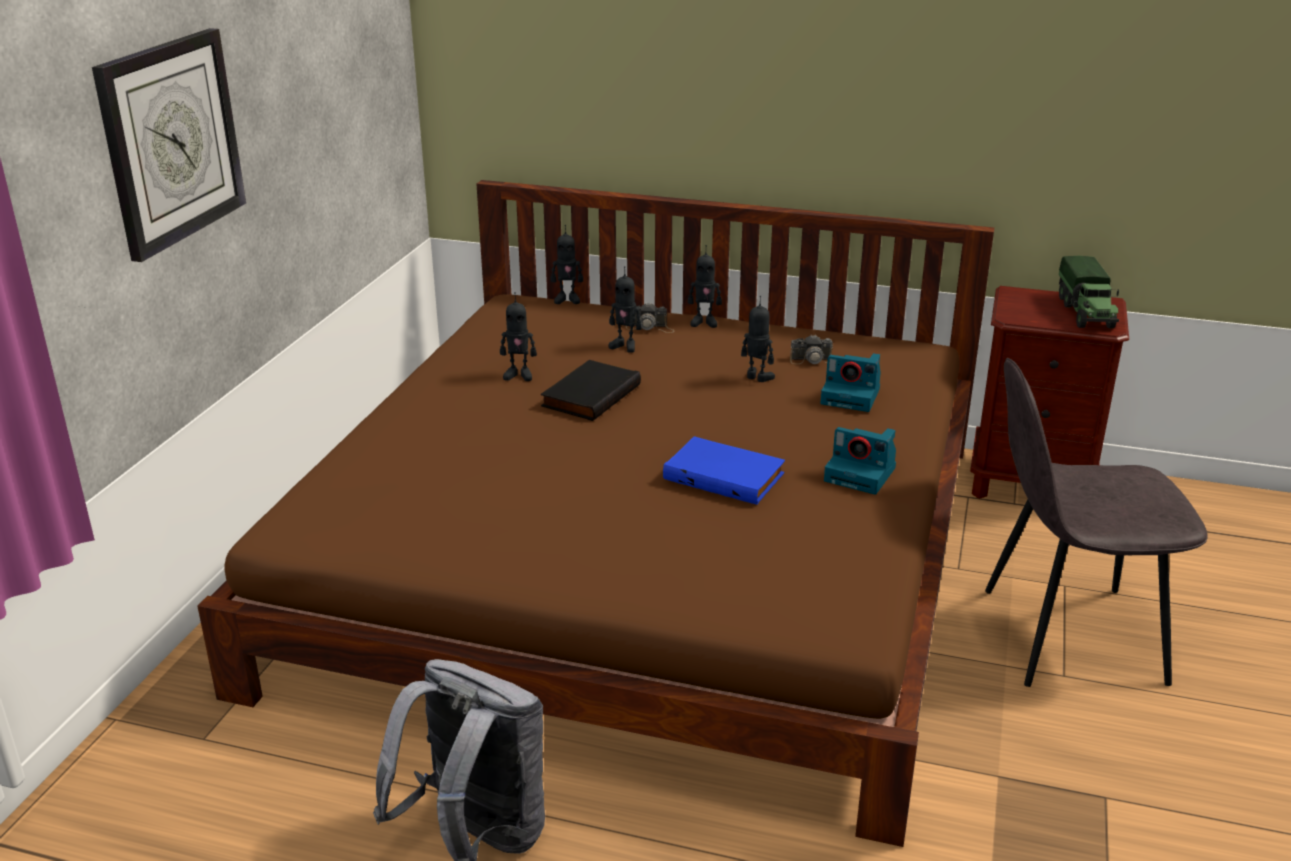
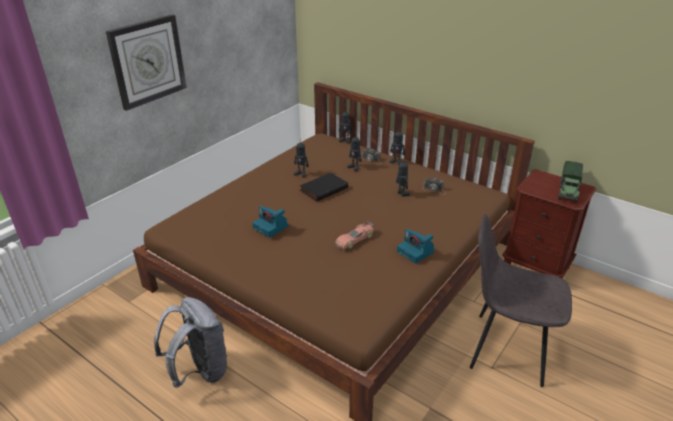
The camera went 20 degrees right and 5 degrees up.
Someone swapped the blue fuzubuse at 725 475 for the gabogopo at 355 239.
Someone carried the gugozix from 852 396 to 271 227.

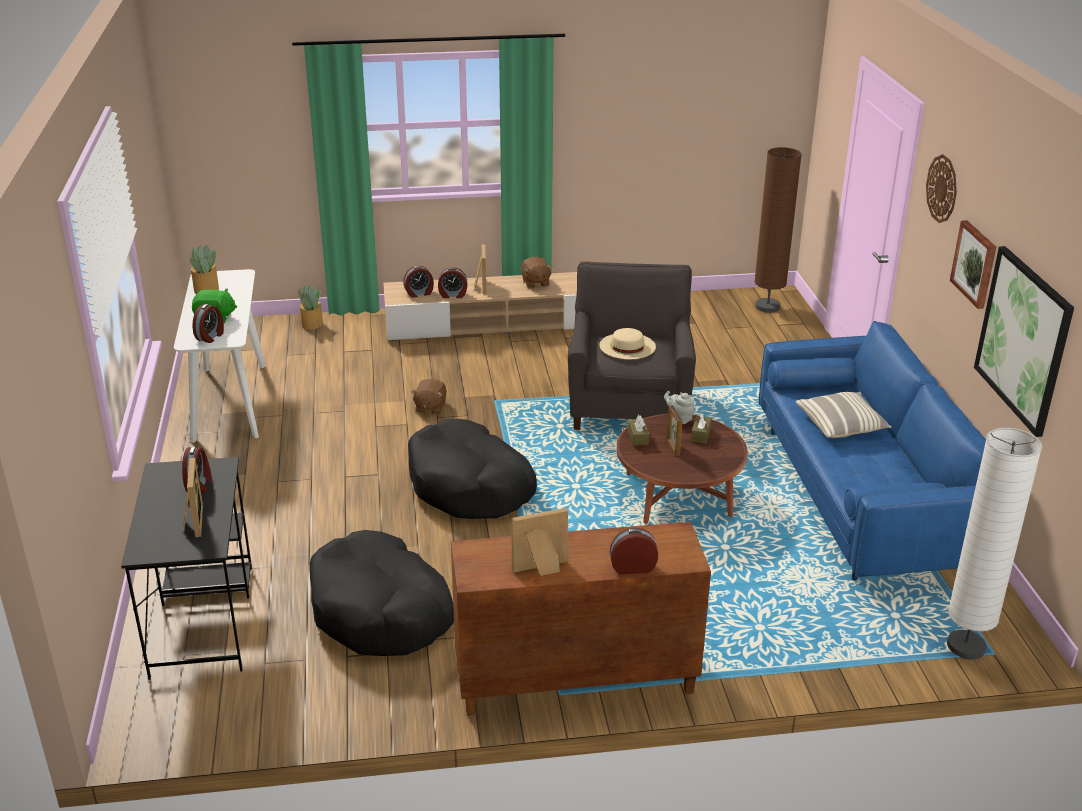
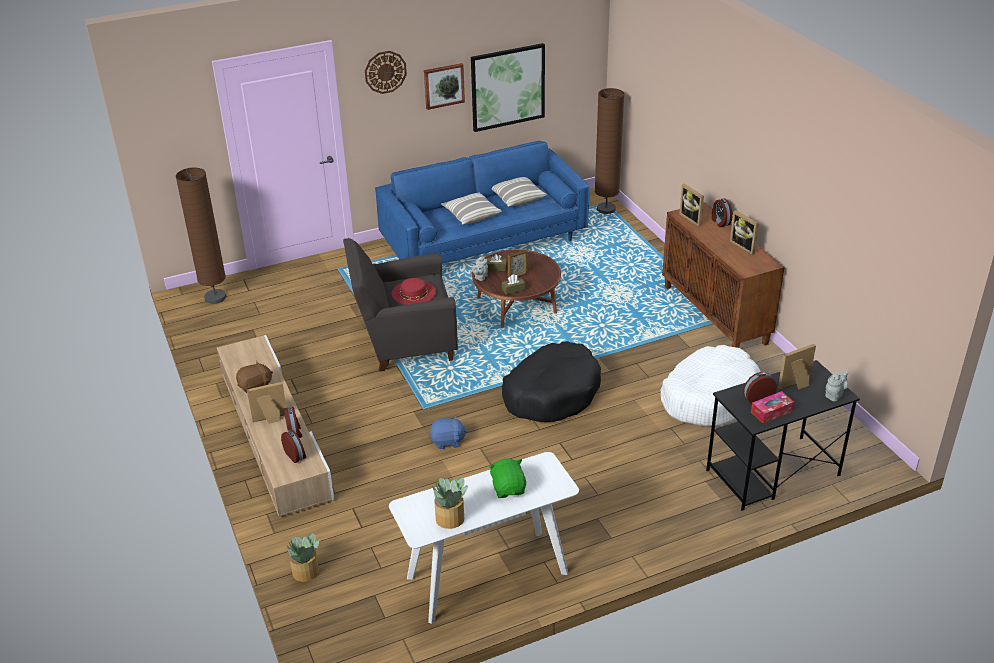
The camera went 105 degrees left and 5 degrees up.
Someone took away the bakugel at 210 337.
Someone repainted the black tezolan at 381 611, which became the white tezolan at 709 397.
Someone repainted the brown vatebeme at 430 407, which became the blue vatebeme at 448 441.
Someone repainted the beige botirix at 627 346, which became the red botirix at 413 292.
Someone repainted the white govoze at 965 647, which became the brown govoze at 606 209.
Someone put down the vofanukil at 517 198.
Someone put down the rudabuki at 692 219.
Someone put down the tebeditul at 771 412.
Someone put down the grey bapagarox at 834 395.

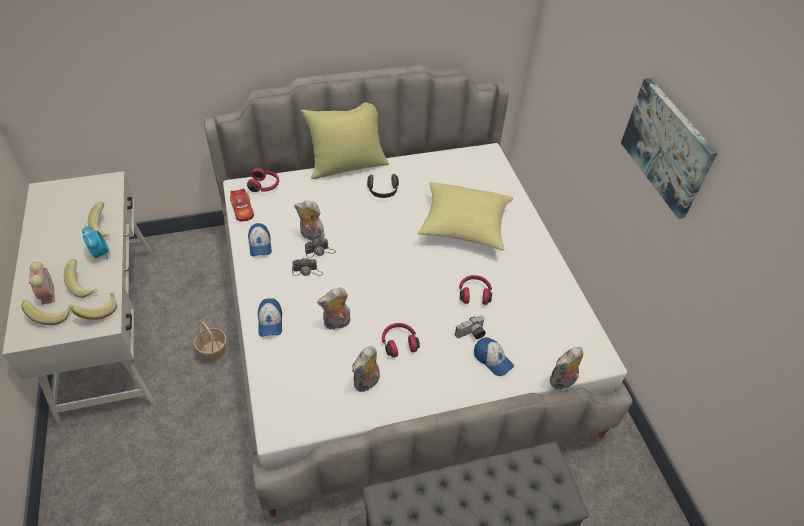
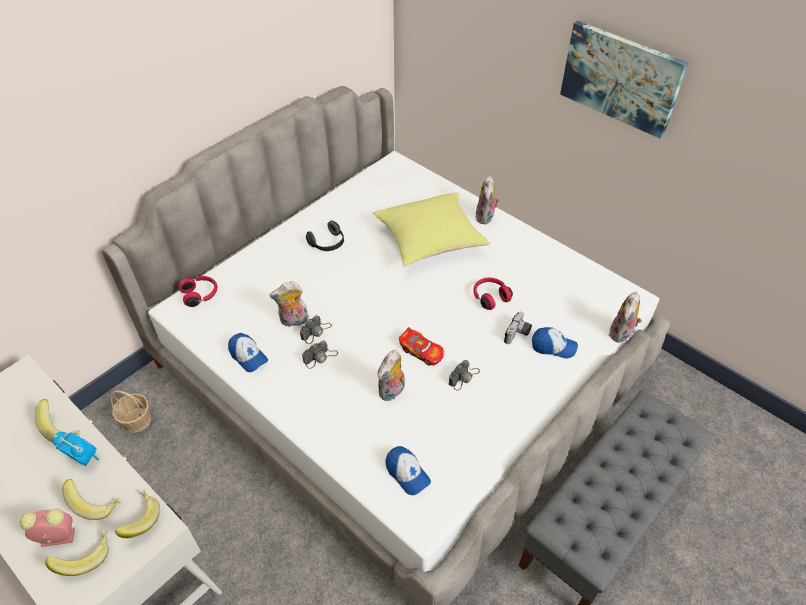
The camera went 30 degrees left and 0 degrees up.
Someone rotated the bakugel at 47 293 by 45 degrees counterclockwise.
Someone carried the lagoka from 213 352 to 136 420.
Someone carried the gabogopo from 242 210 to 422 351.
Someone carried the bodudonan from 270 322 to 407 473.
Someone took away the yellow vofanukil at 347 165.
Someone carried the vatebeme from 367 383 to 486 217.
Someone swapped the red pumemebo at 399 343 for the gugozix at 464 377.

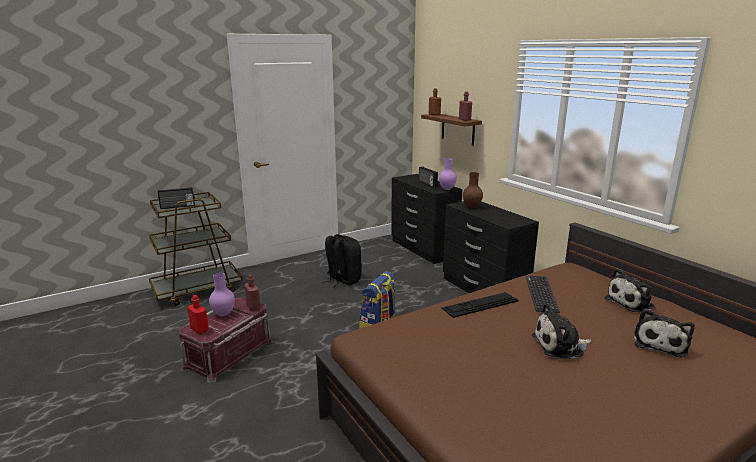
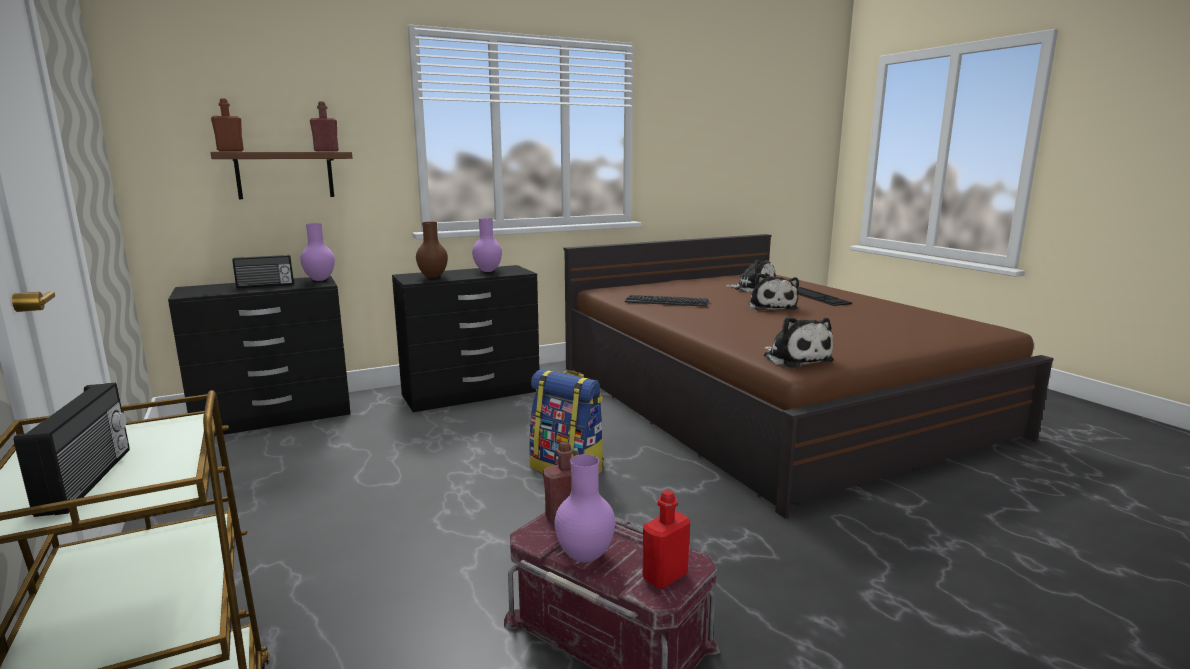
The camera went 85 degrees left and 5 degrees down.
Someone took away the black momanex at 342 280.
Someone carried the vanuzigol from 480 304 to 816 296.
Someone carried the vatebeme from 631 302 to 795 358.
Someone put down the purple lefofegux at 488 271.

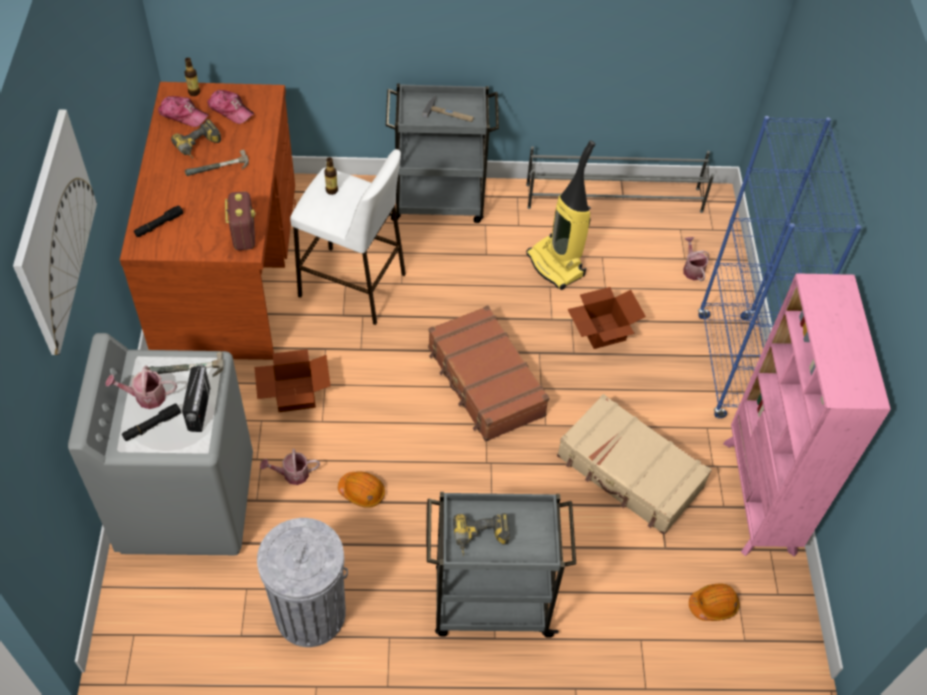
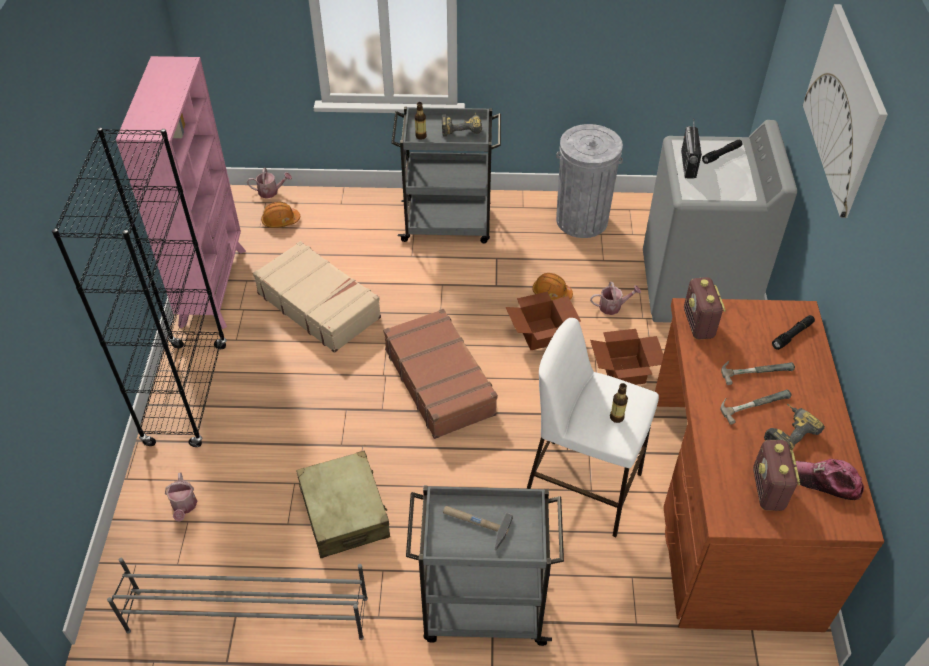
The camera went 175 degrees left and 5 degrees down.
Someone carried the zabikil from 146 397 to 271 192.
Someone carried the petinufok from 187 372 to 755 369.
Someone carried the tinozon from 194 92 to 421 136.
Someone swapped the bodudonan at 230 110 for the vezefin at 768 490.
Someone swapped the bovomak at 556 265 for the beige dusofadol at 344 512.
Someone carried the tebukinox from 601 331 to 542 334.
Someone repainted the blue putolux at 732 367, which became the black putolux at 187 394.

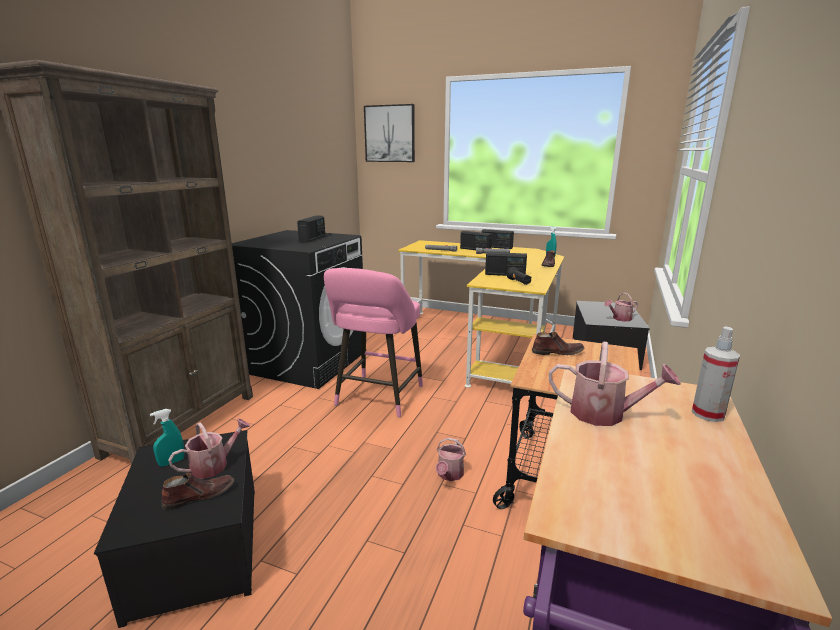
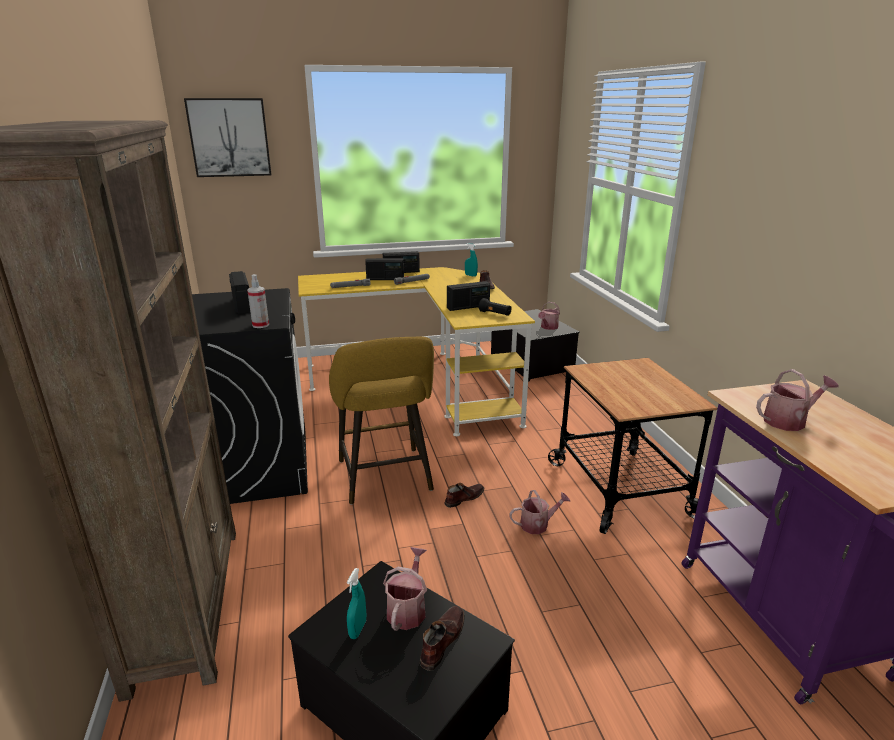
The camera went 35 degrees left and 5 degrees up.
Someone repainted the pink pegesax at 377 398, which became the yellow pegesax at 386 479.
Someone rotated the zabikil at 449 475 by 90 degrees counterclockwise.
Someone carried the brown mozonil from 557 352 to 464 498.
Someone carried the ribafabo from 708 414 to 260 325.

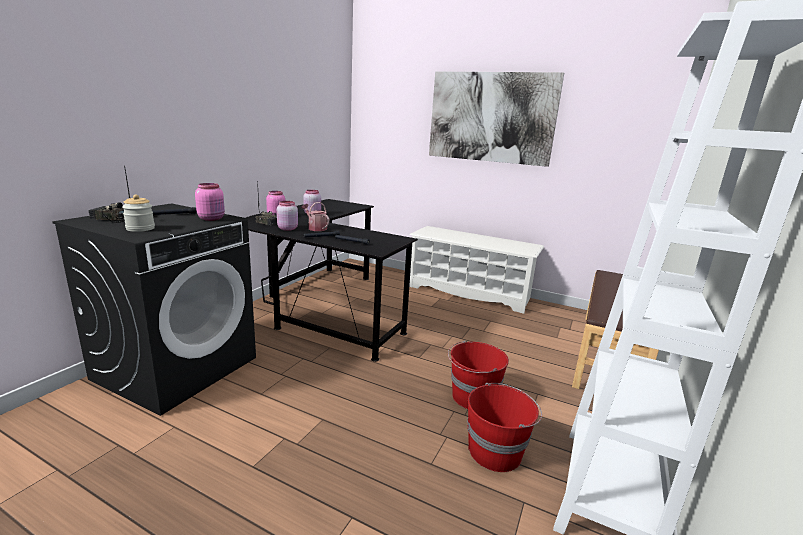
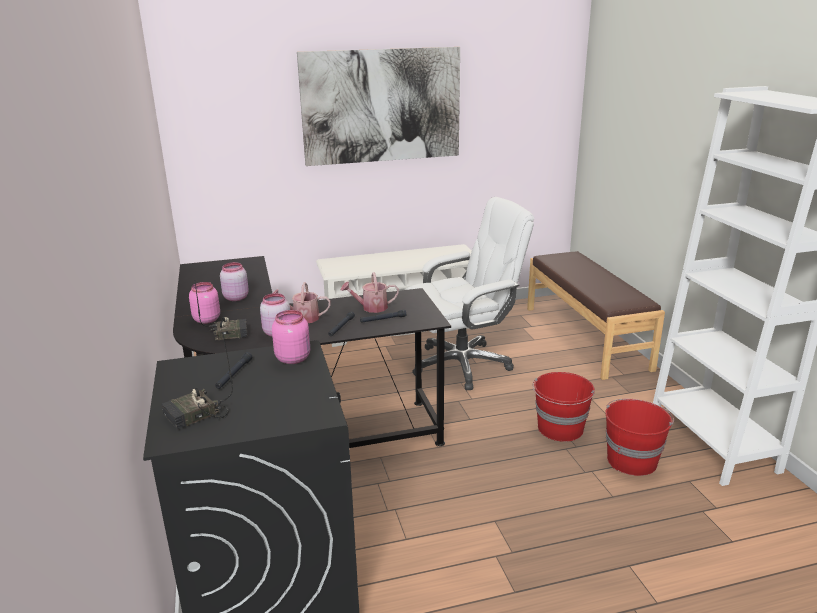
The camera went 40 degrees left and 5 degrees up.
Someone took away the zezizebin at 140 228.
Someone put down the zabikil at 371 308.
Someone put down the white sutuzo at 462 364.

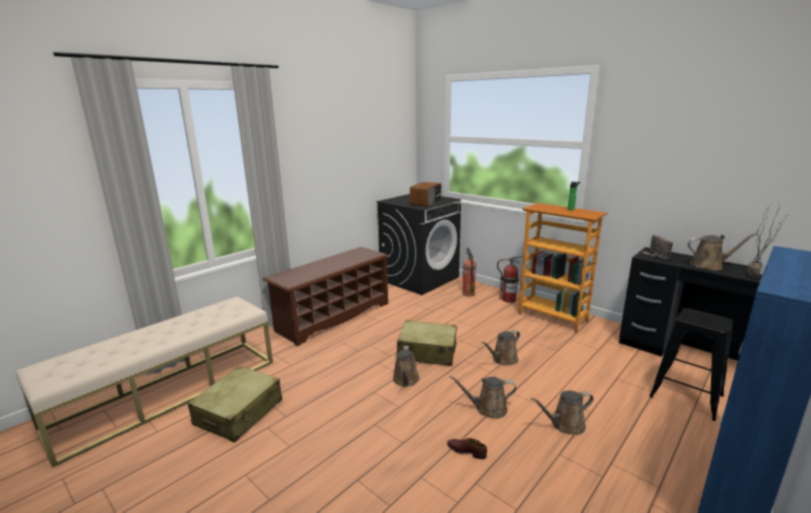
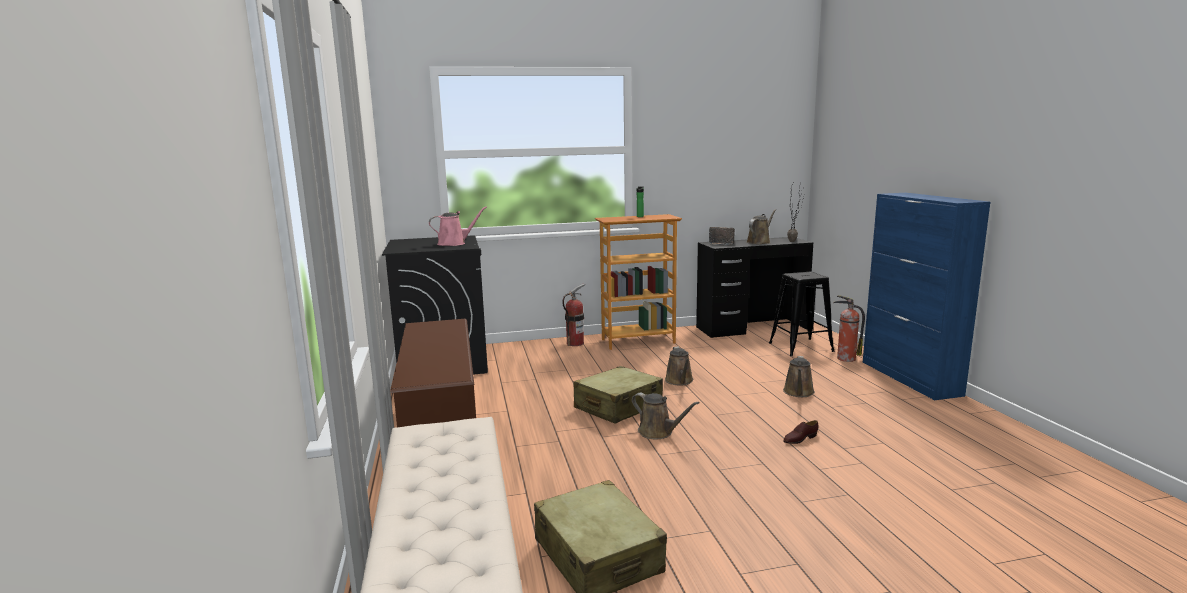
The camera went 55 degrees left and 5 degrees down.
Someone swapped the vezefin at 426 203 for the pink zabikil at 454 243.
Someone took away the brown zabikil at 488 409.
Someone carried the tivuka from 468 293 to 845 358.

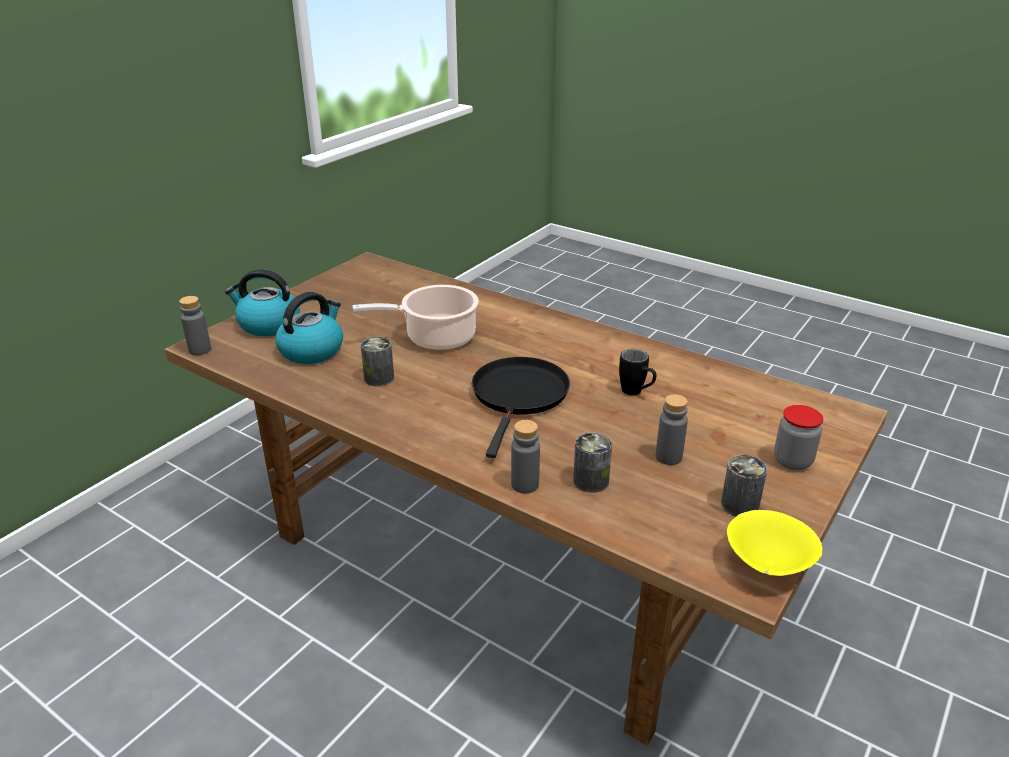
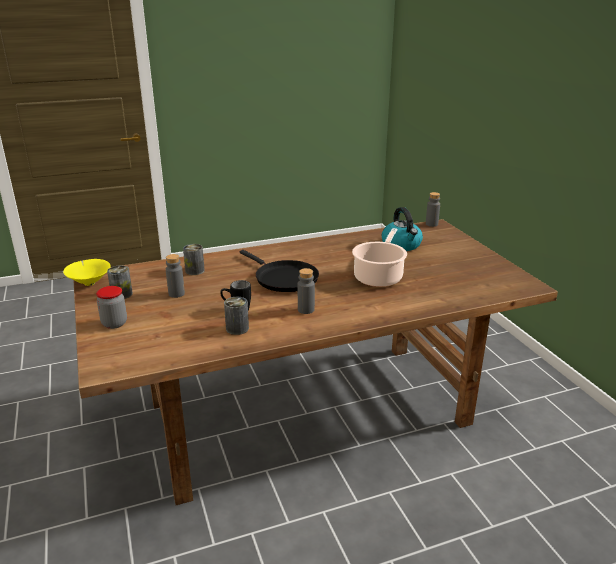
The camera went 125 degrees right and 5 degrees down.
Someone took away the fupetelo at 268 325.
Someone carried the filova from 379 378 to 237 328.
Someone carried the grey tinozon from 525 484 to 306 310.

